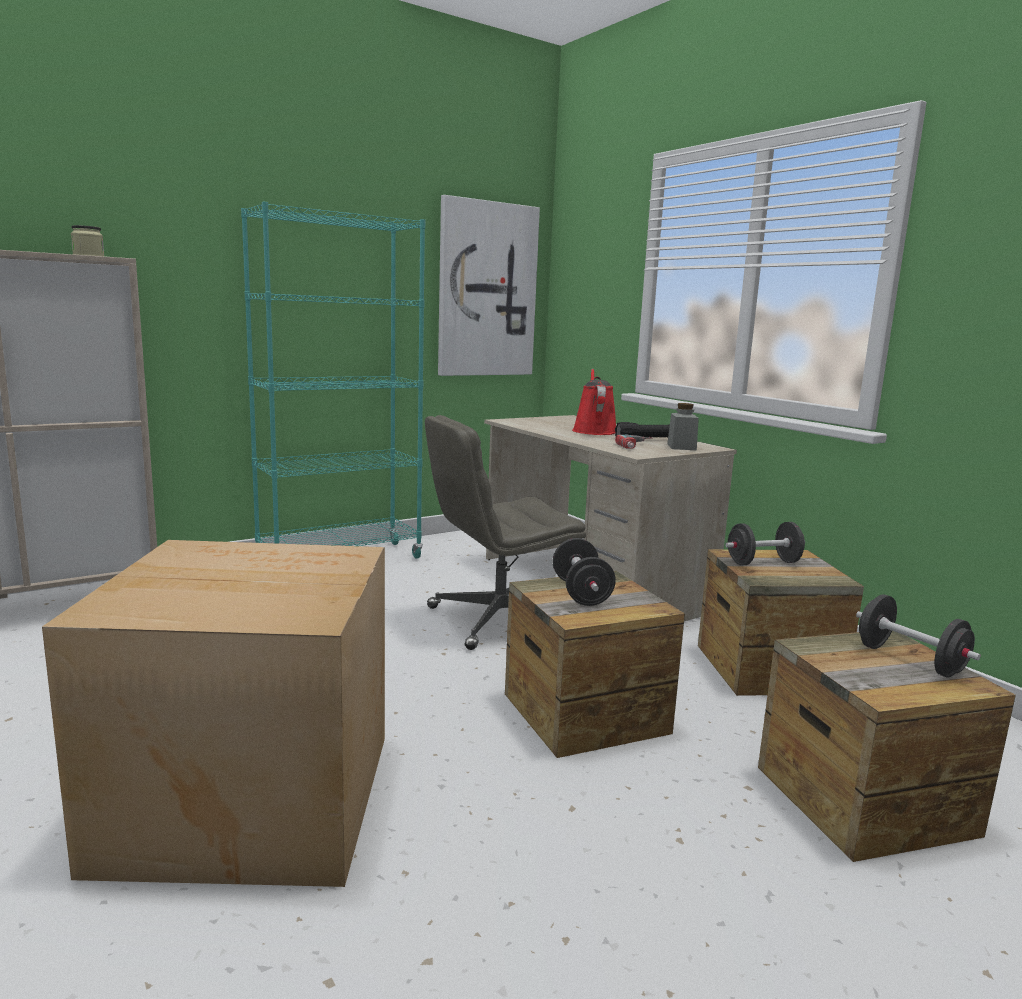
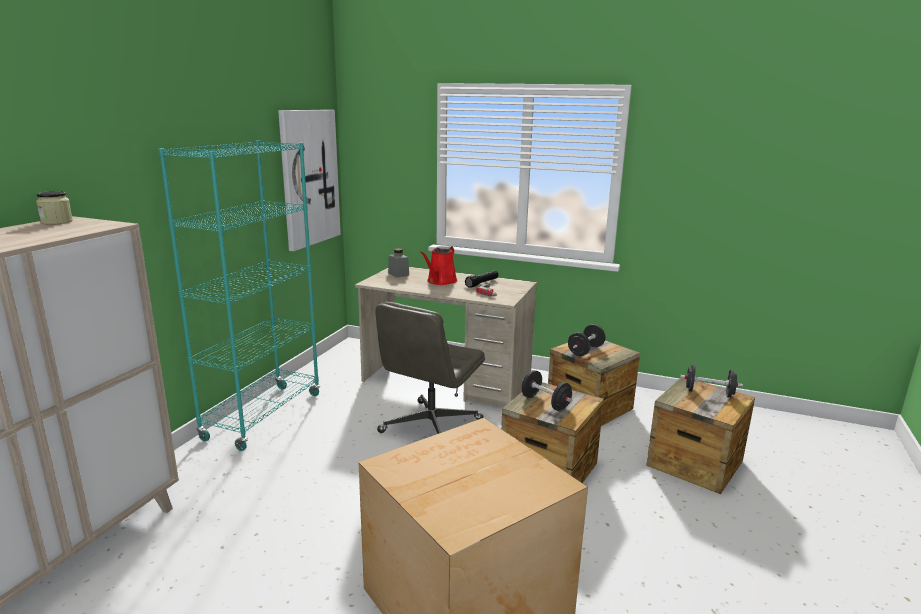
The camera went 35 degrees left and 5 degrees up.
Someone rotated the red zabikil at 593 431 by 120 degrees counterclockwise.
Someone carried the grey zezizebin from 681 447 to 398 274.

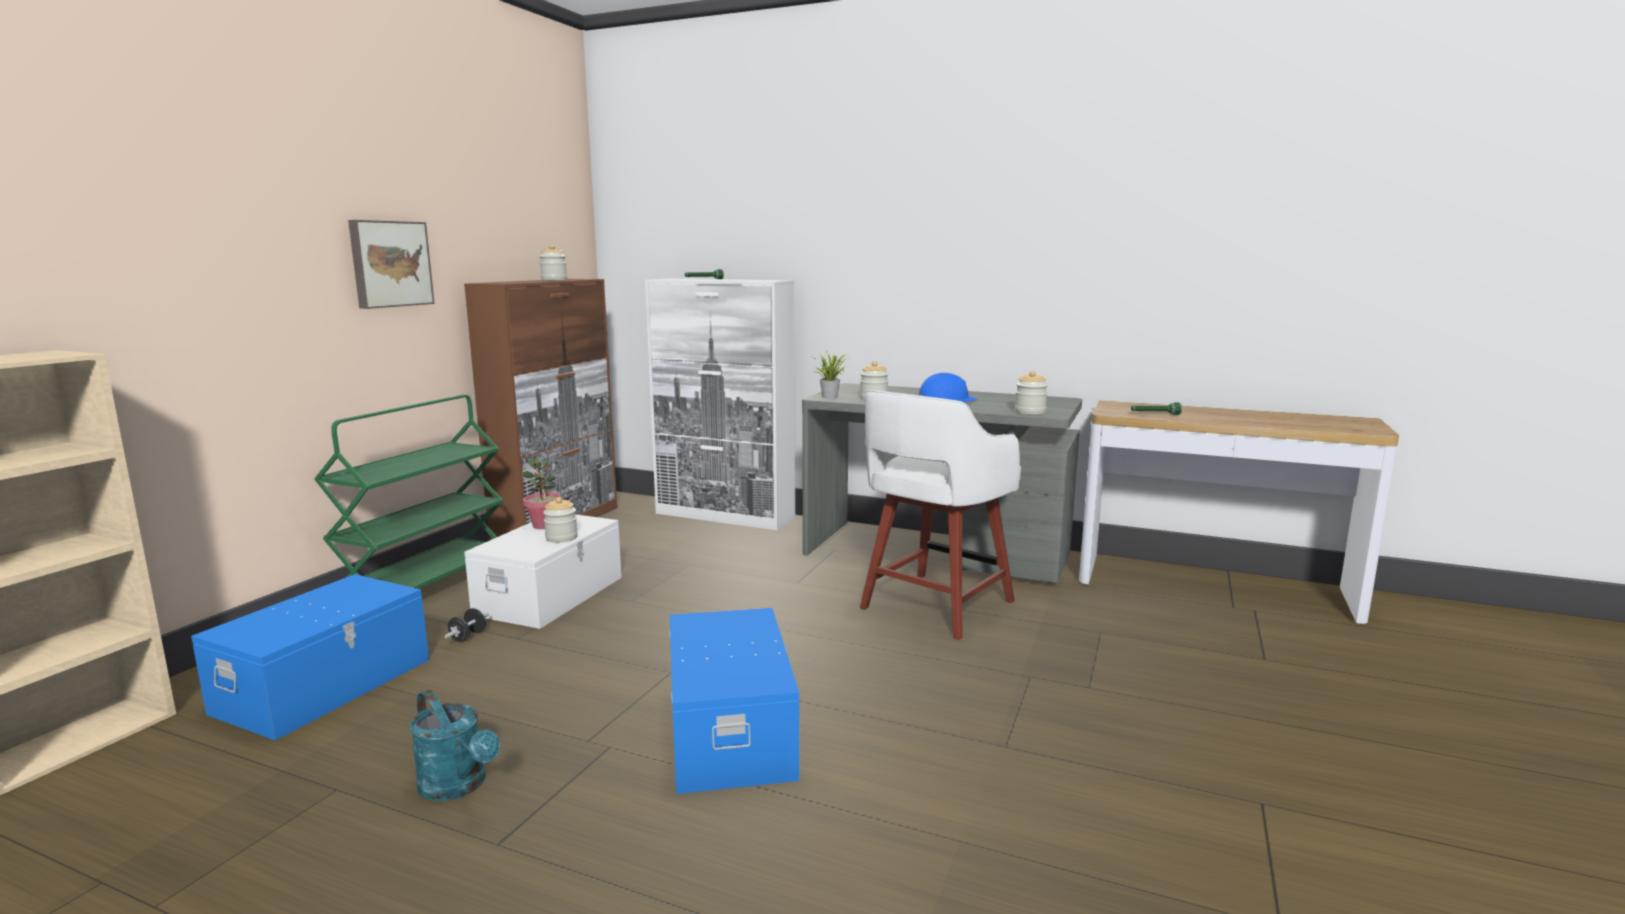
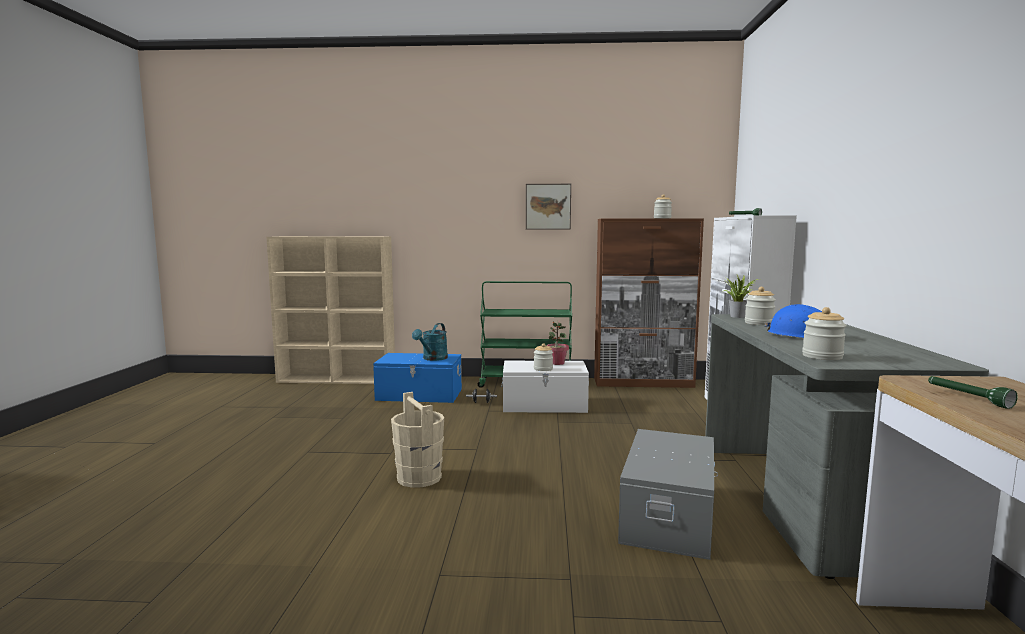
The camera went 70 degrees right and 5 degrees down.
Someone carried the turquoise zabikil from 458 787 to 432 359.
Someone swapped the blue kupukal at 732 730 for the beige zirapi at 419 477.
Someone swapped the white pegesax at 934 606 for the grey kupukal at 670 516.

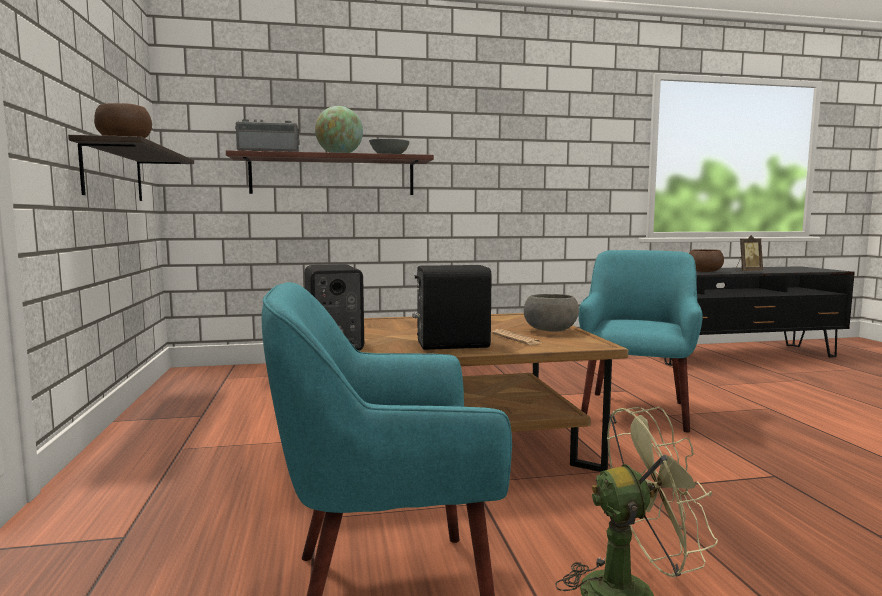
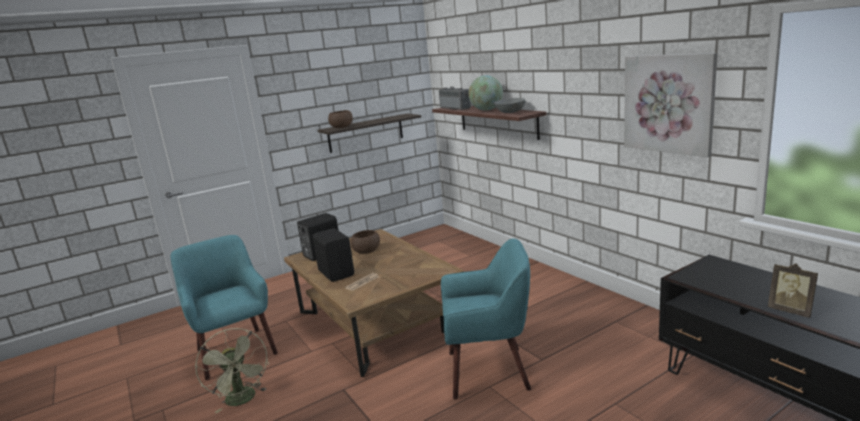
The camera went 70 degrees right and 10 degrees up.
Someone took away the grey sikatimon at 550 330.
Someone carried the brown sikatimon from 704 271 to 366 251.
Someone put up the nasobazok at 668 103.

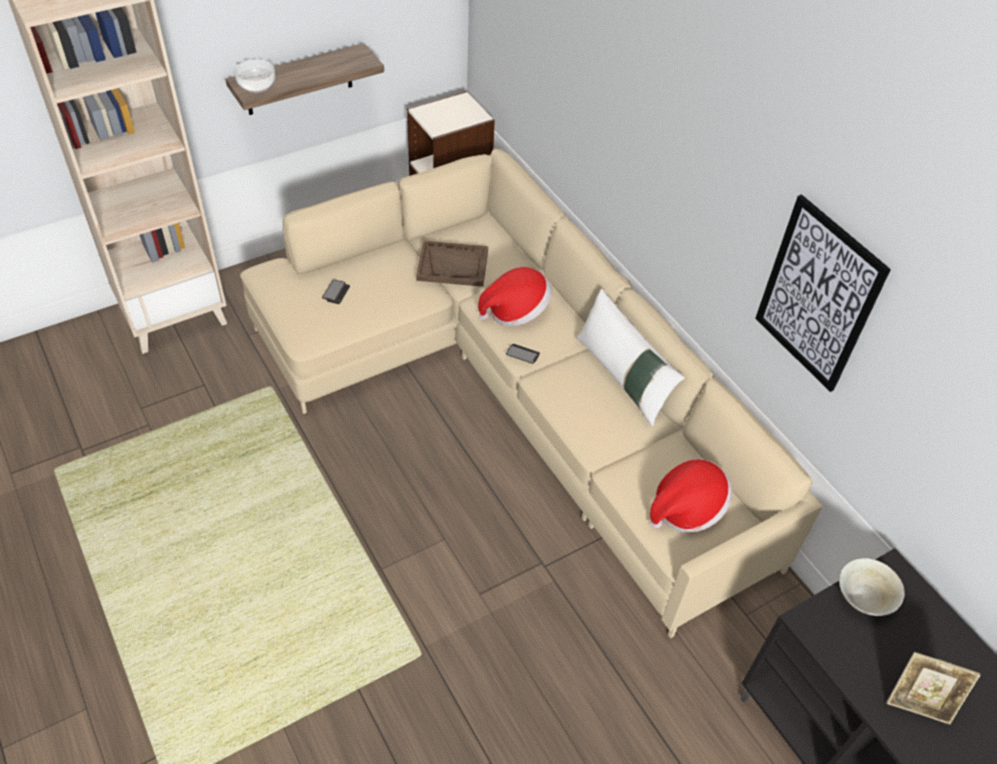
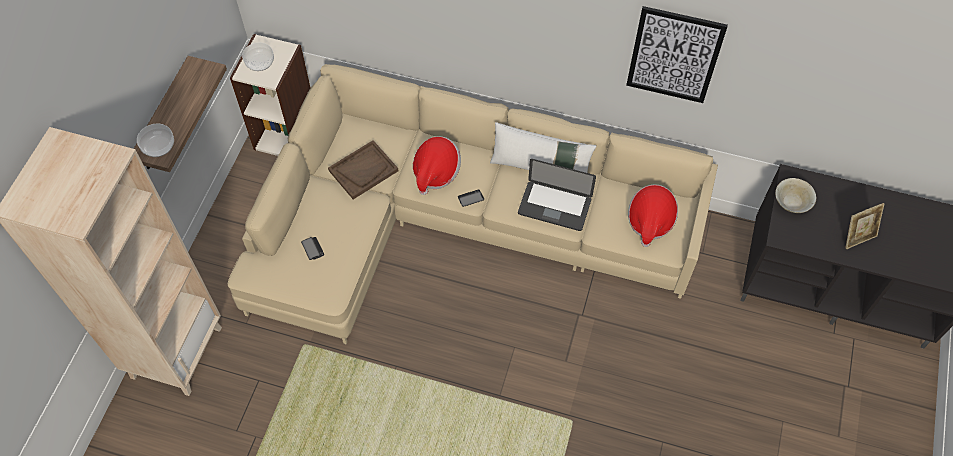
The camera went 40 degrees left and 10 degrees up.
Someone put down the sikatimon at 259 62.
Someone put down the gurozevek at 554 206.

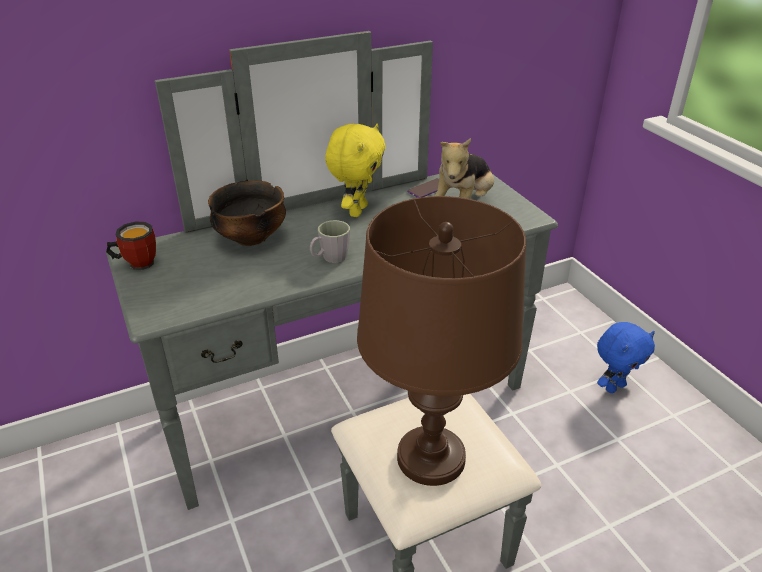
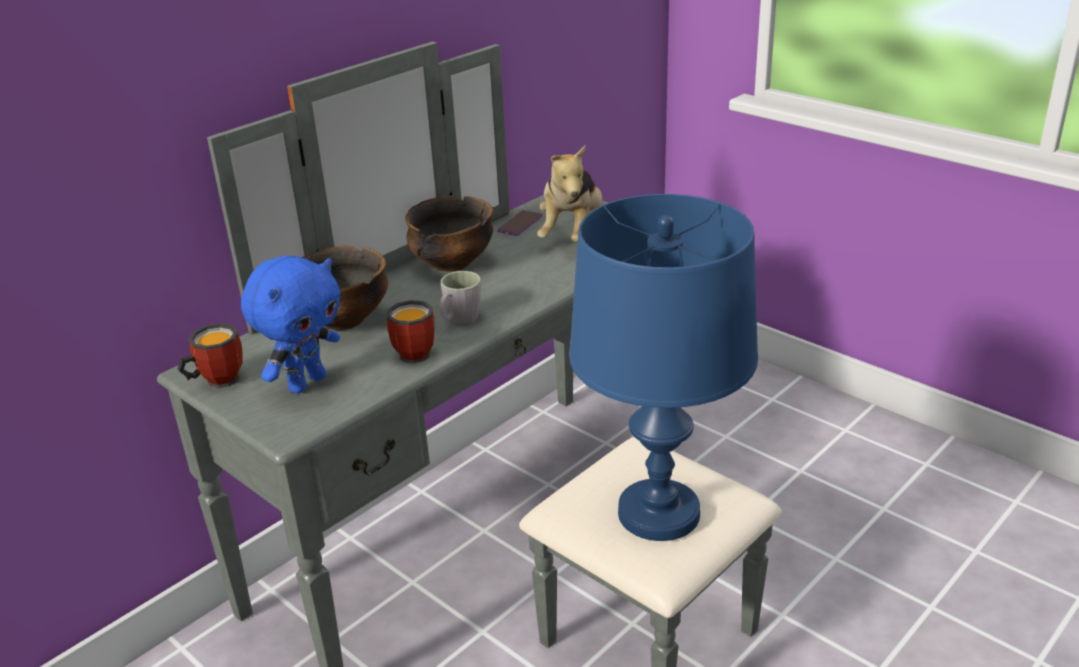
The camera went 20 degrees left and 5 degrees down.
Someone swapped the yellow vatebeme at 356 210 for the sikatimon at 452 264.
Someone repainted the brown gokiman at 431 458, which became the blue gokiman at 658 513.
Someone carried the blue vatebeme from 614 387 to 306 383.
Someone put down the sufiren at 415 351.

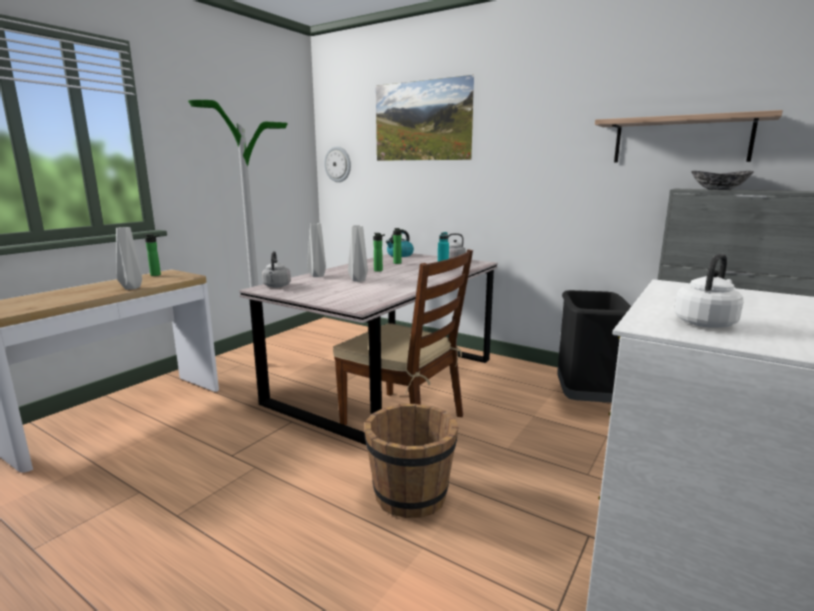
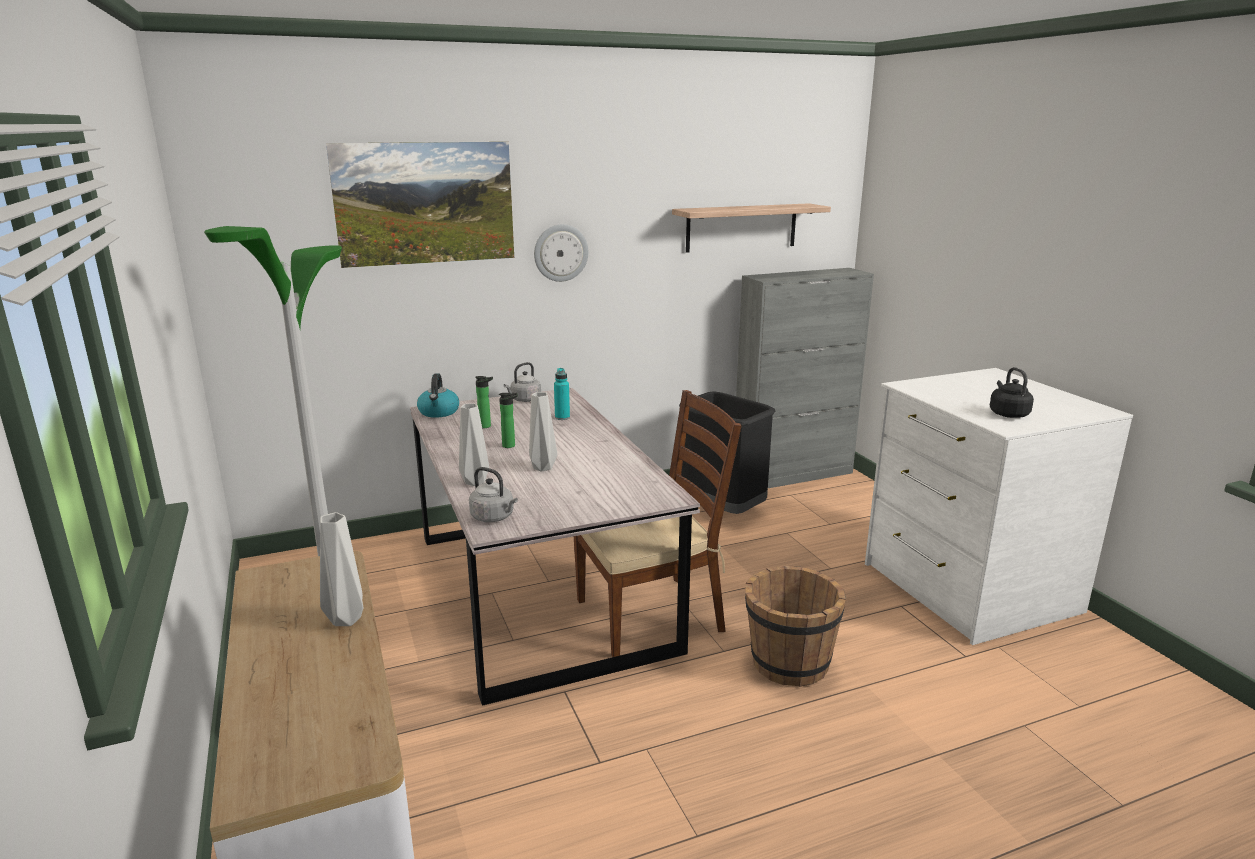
The camera went 55 degrees left and 5 degrees up.
Someone took away the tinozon at 157 275.
Someone carried the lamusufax from 338 164 to 560 253.
Someone repainted the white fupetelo at 706 323, which became the black fupetelo at 1007 414.
Someone took away the sikatimon at 718 189.

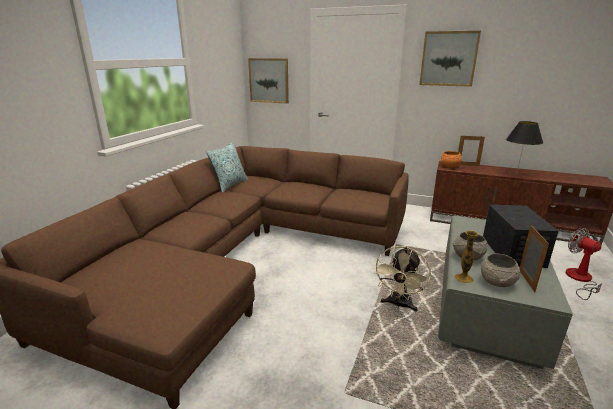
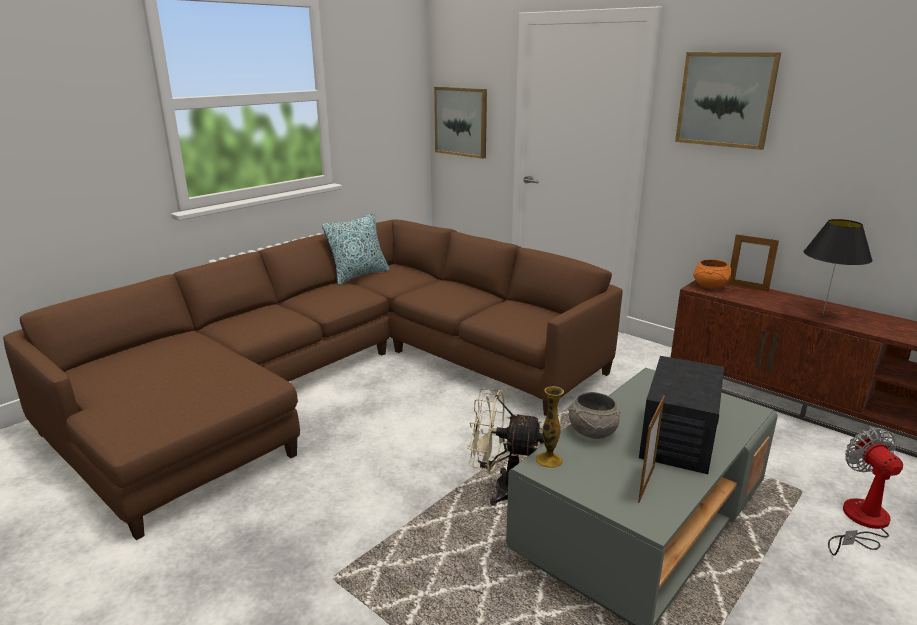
The camera went 20 degrees right and 0 degrees up.
Someone rotated the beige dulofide at 399 305 by 60 degrees clockwise.
Someone took away the grey sikatimon at 497 282.

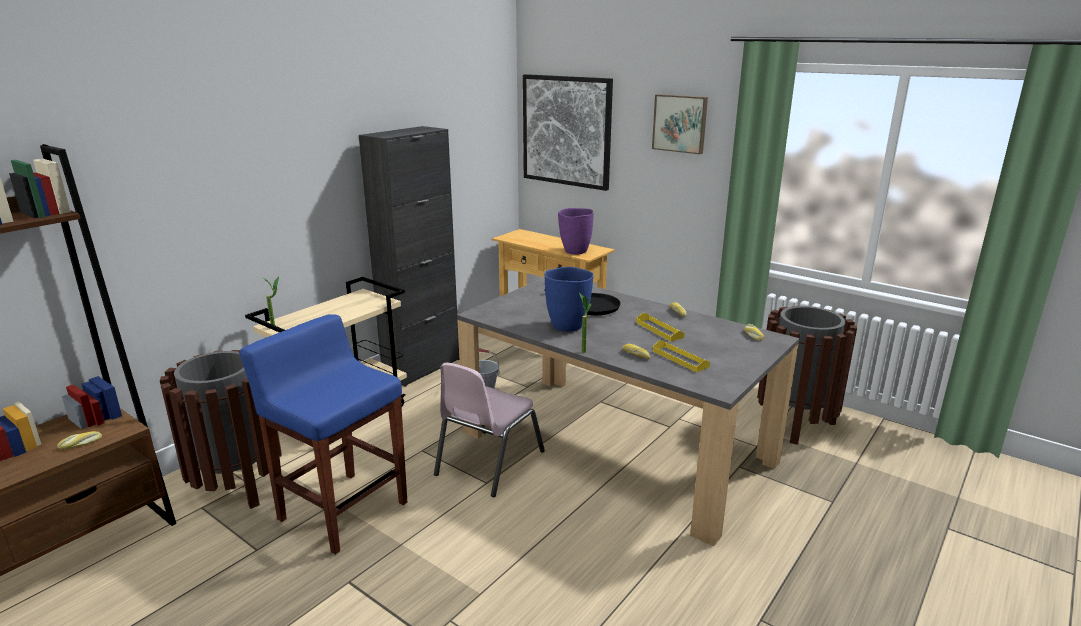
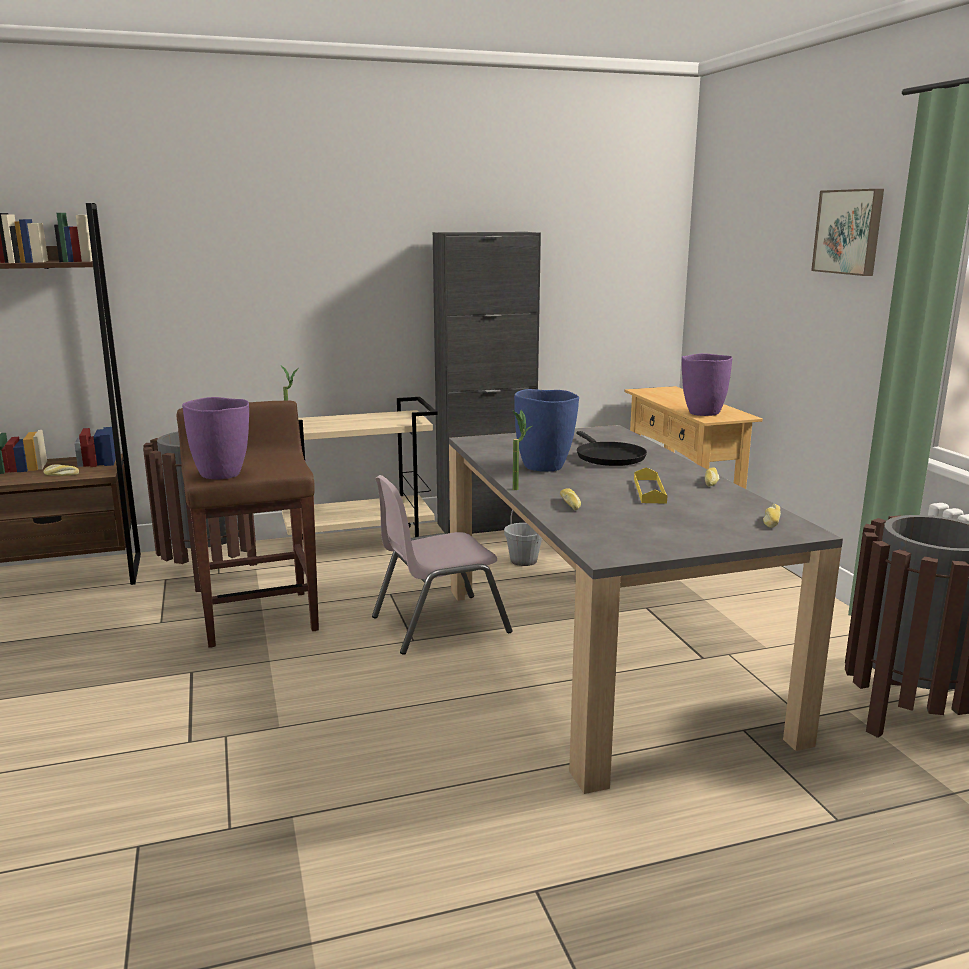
The camera went 35 degrees right and 5 degrees down.
Someone repainted the blue pegesax at 342 510, which became the brown pegesax at 259 617.
Someone took away the nasobazok at 566 131.
Someone took away the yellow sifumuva at 680 359.
Someone put down the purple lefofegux at 222 474.

